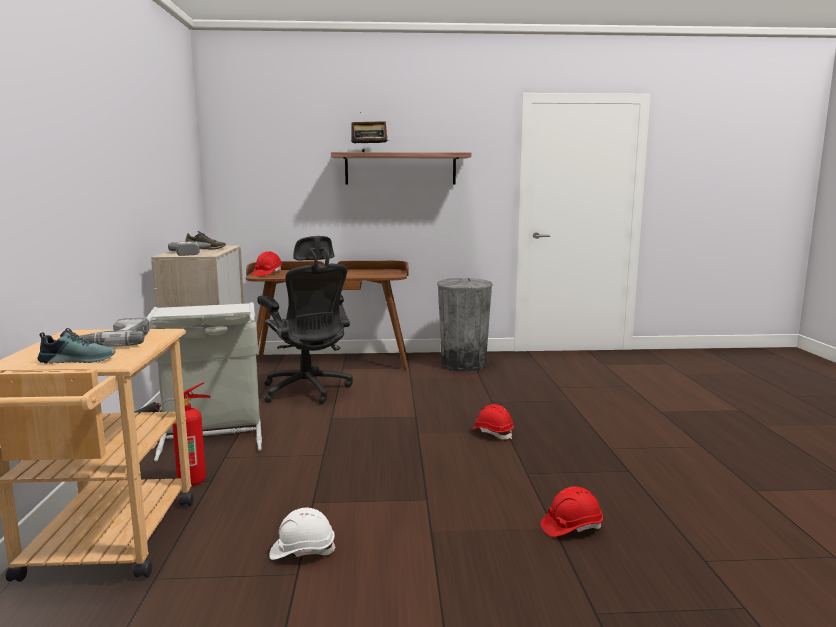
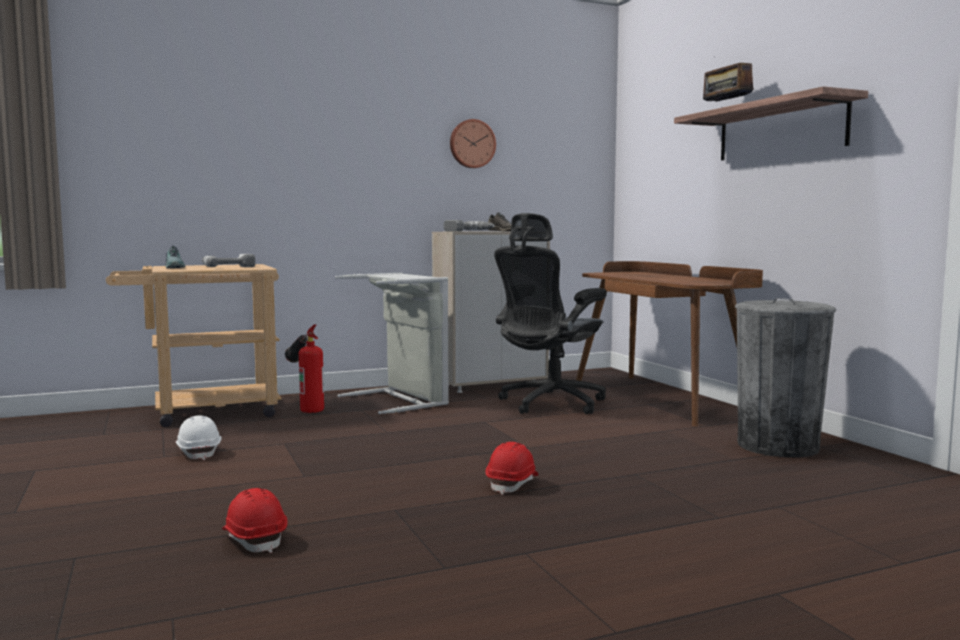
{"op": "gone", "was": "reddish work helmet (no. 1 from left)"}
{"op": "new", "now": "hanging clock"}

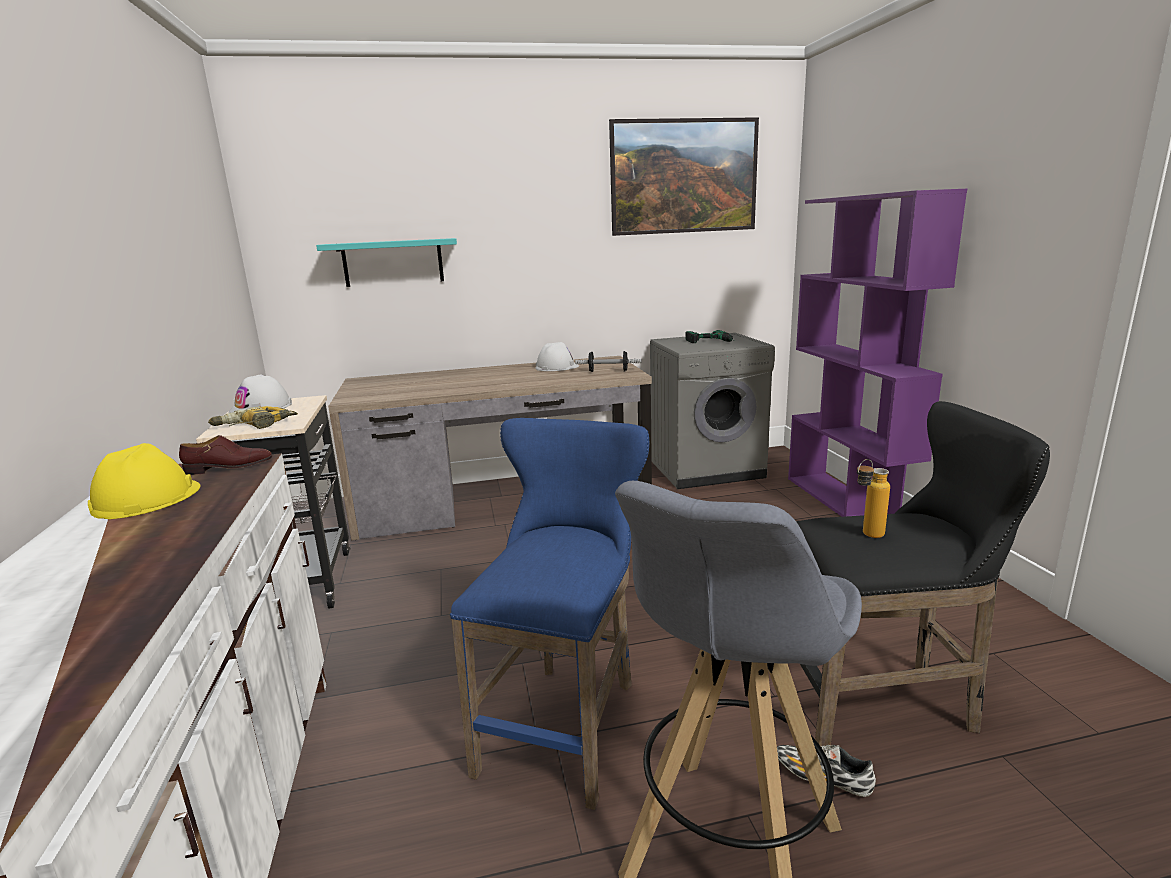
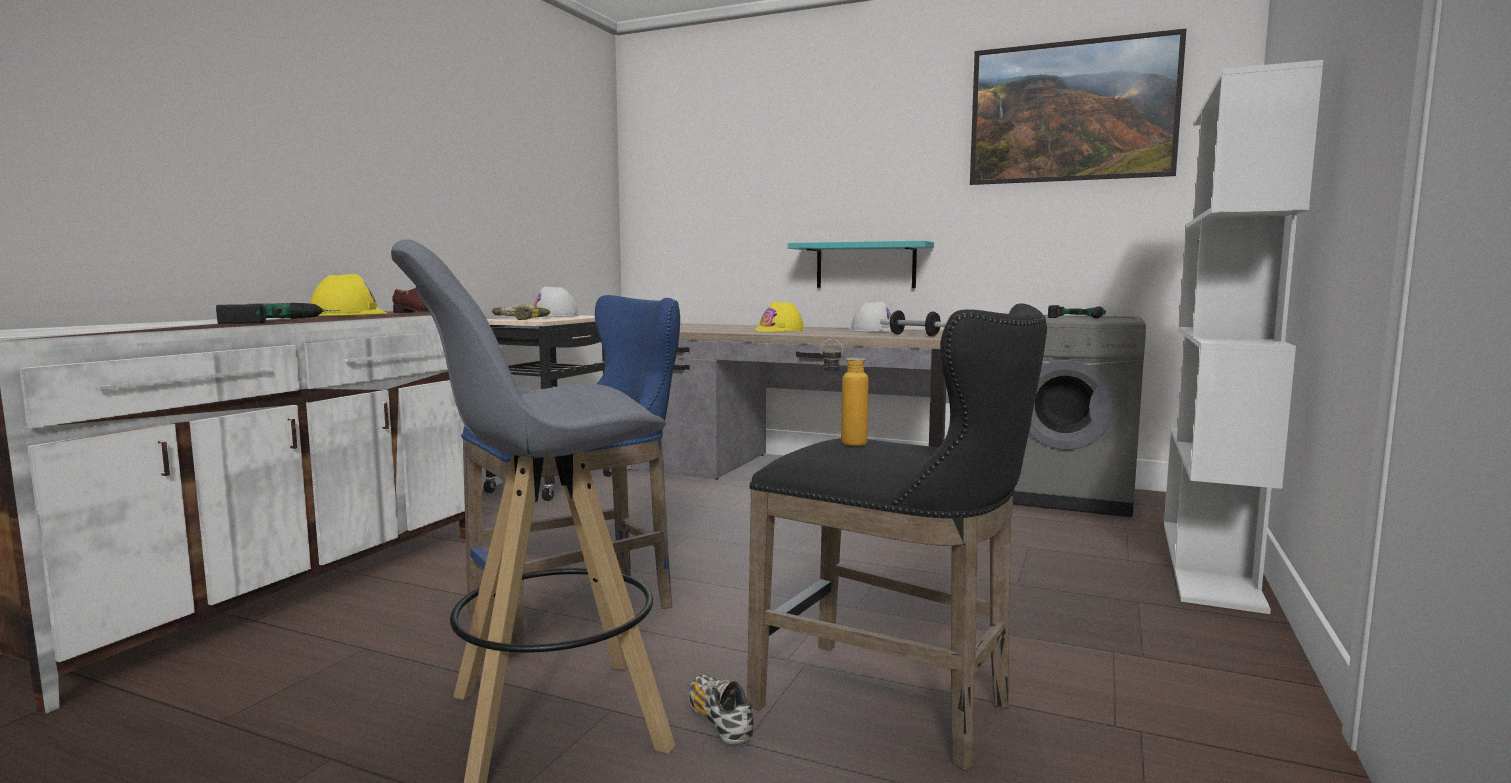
{"op": "shifted", "was": "turquoise-coloured wall shelf"}
{"op": "repainted", "was": "purple-coloured shelving unit", "now": "white shelving unit"}
{"op": "new", "now": "power drill (no. 1 from left)"}
{"op": "new", "now": "yellowish work helmet (no. 2 from left)"}

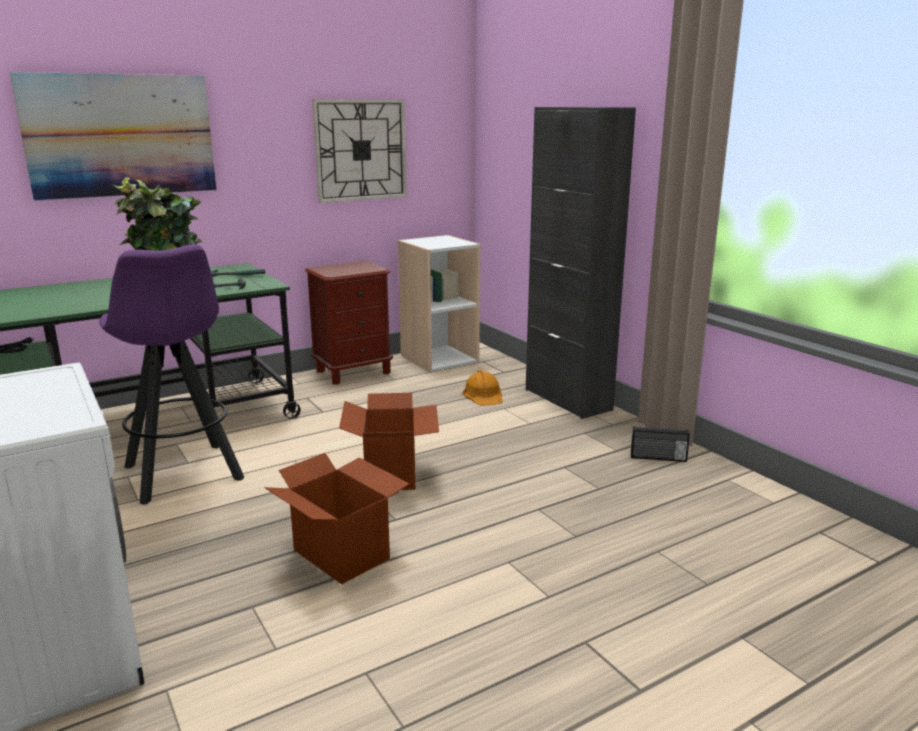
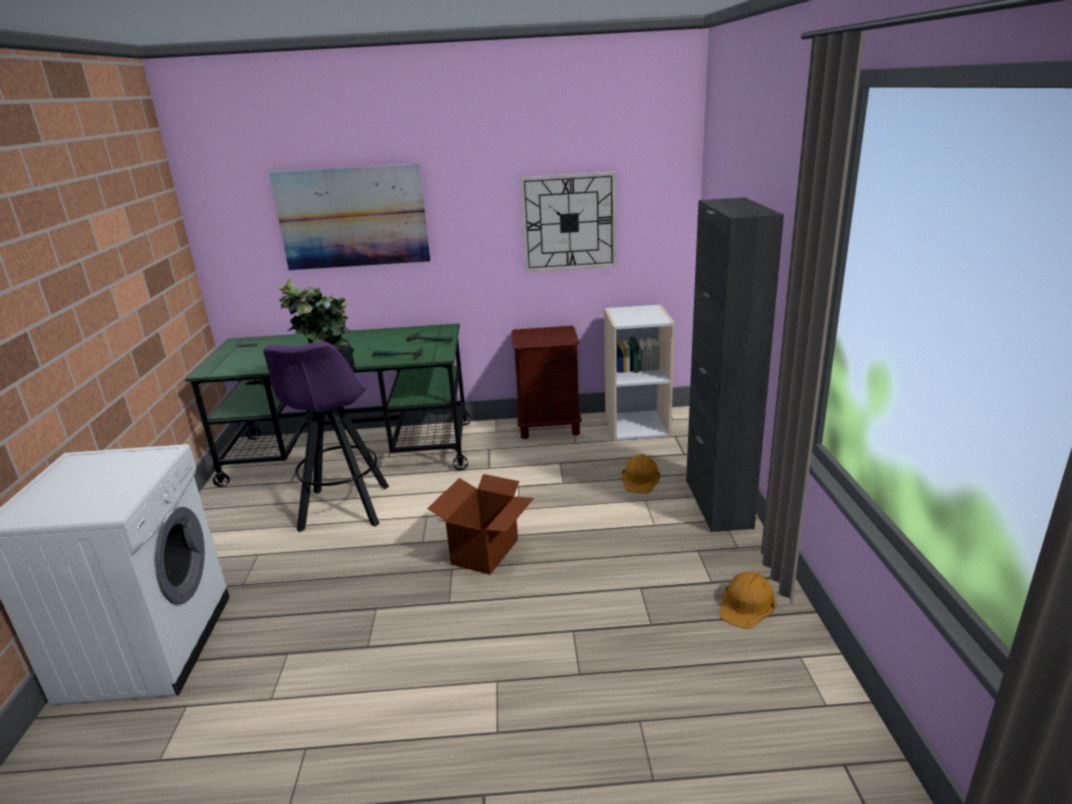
{"op": "gone", "was": "packing box (no. 1 from left)"}
{"op": "swapped", "was": "radio", "now": "orangey work helmet (no. 2 from left)"}

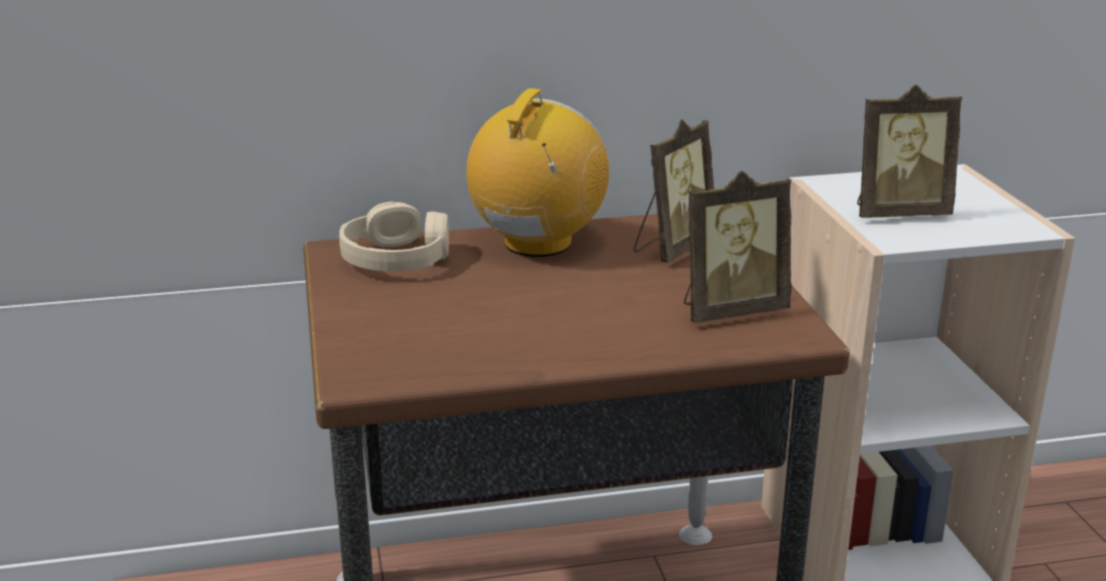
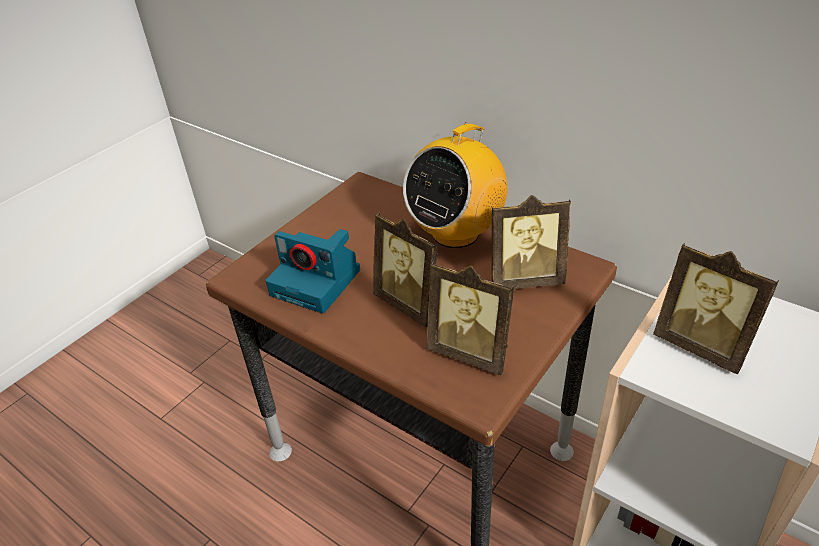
{"op": "gone", "was": "sand-coloured pair of headphones"}
{"op": "rotated", "was": "radio", "clockwise": 150}
{"op": "new", "now": "still camera"}
{"op": "new", "now": "standing frame (no. 1 from left)"}

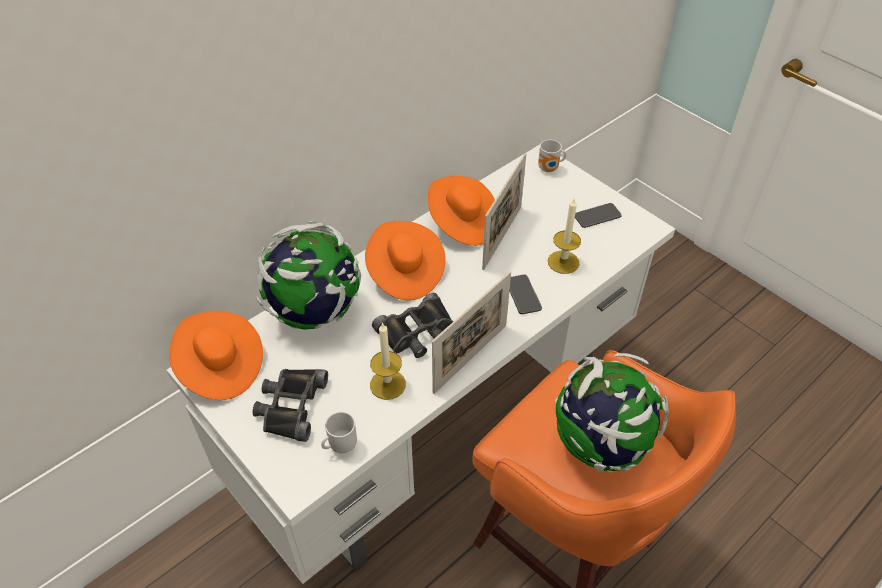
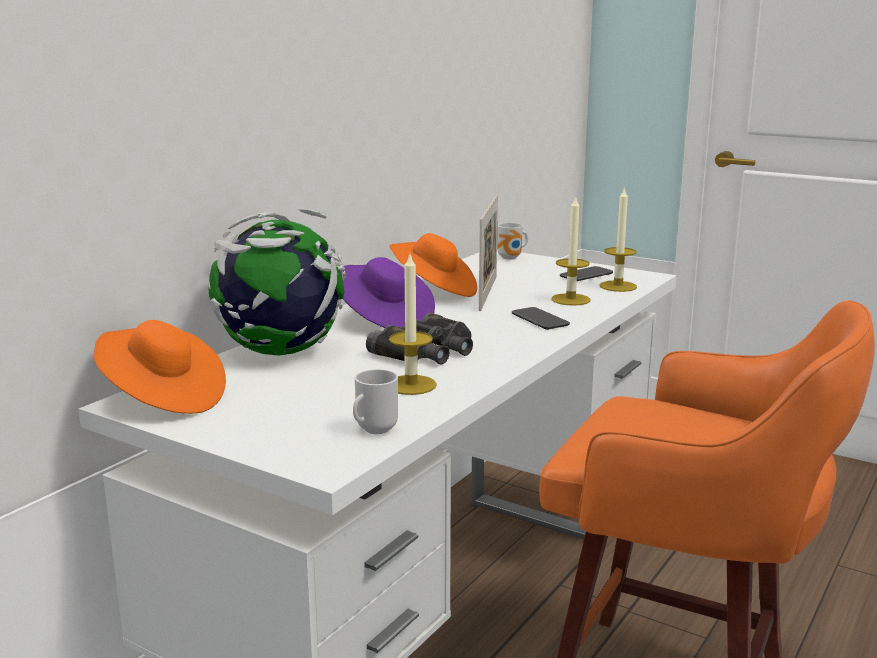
{"op": "gone", "was": "black field glasses (no. 1 from left)"}
{"op": "repainted", "was": "orangey hat (no. 2 from left)", "now": "purple-coloured hat"}
{"op": "gone", "was": "standing frame (no. 1 from left)"}
{"op": "gone", "was": "globe (no. 2 from left)"}
{"op": "new", "now": "wax candle (no. 3 from left)"}

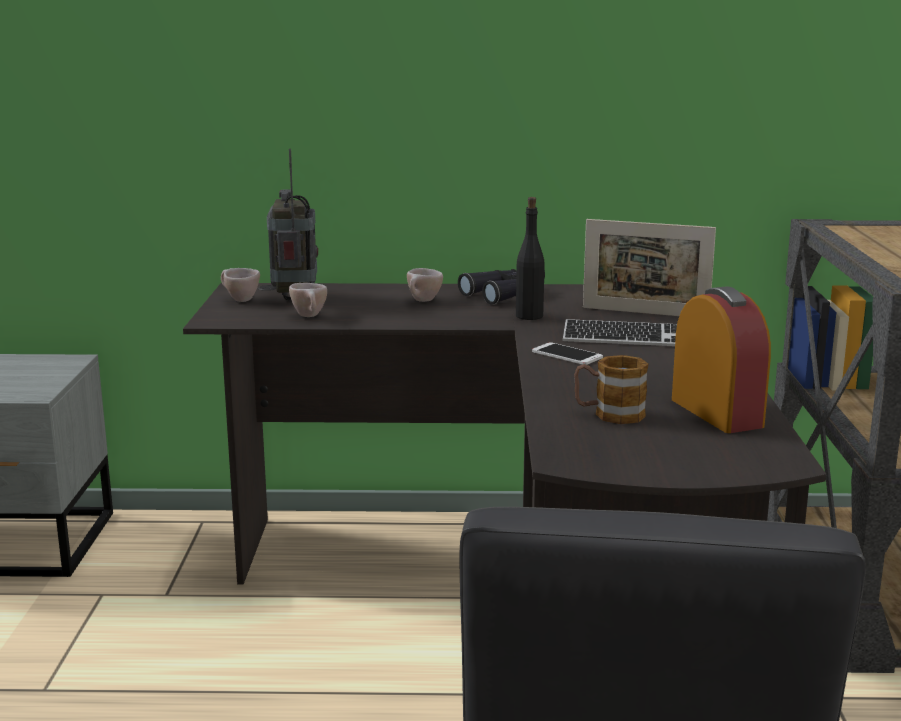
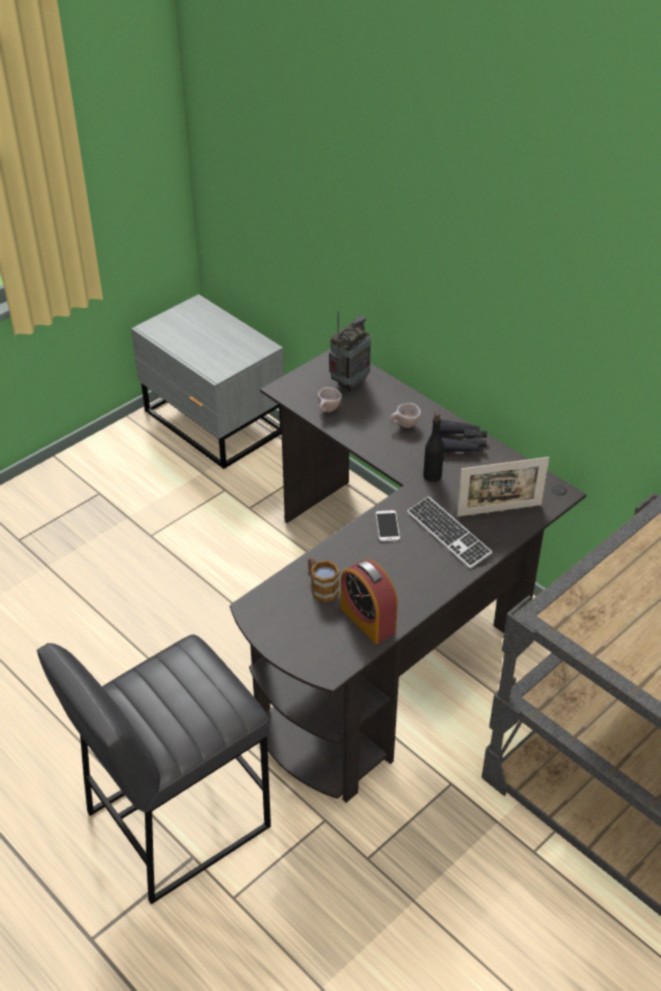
{"op": "gone", "was": "sand-coloured cup (no. 1 from left)"}
{"op": "rotated", "was": "standing frame", "clockwise": -75}
{"op": "rotated", "was": "bedside clock", "clockwise": 120}

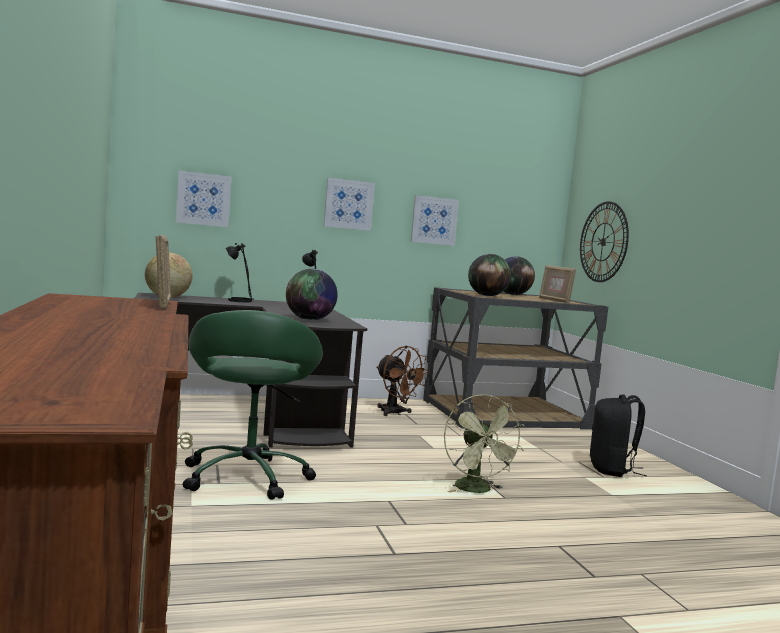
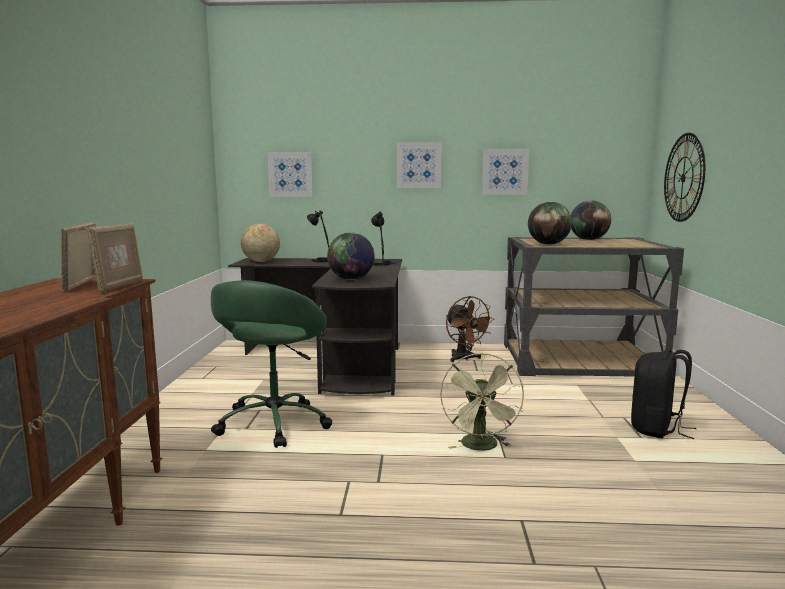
{"op": "shifted", "was": "standing frame (no. 2 from left in the first image)", "now": "standing frame (no. 1 from left)"}

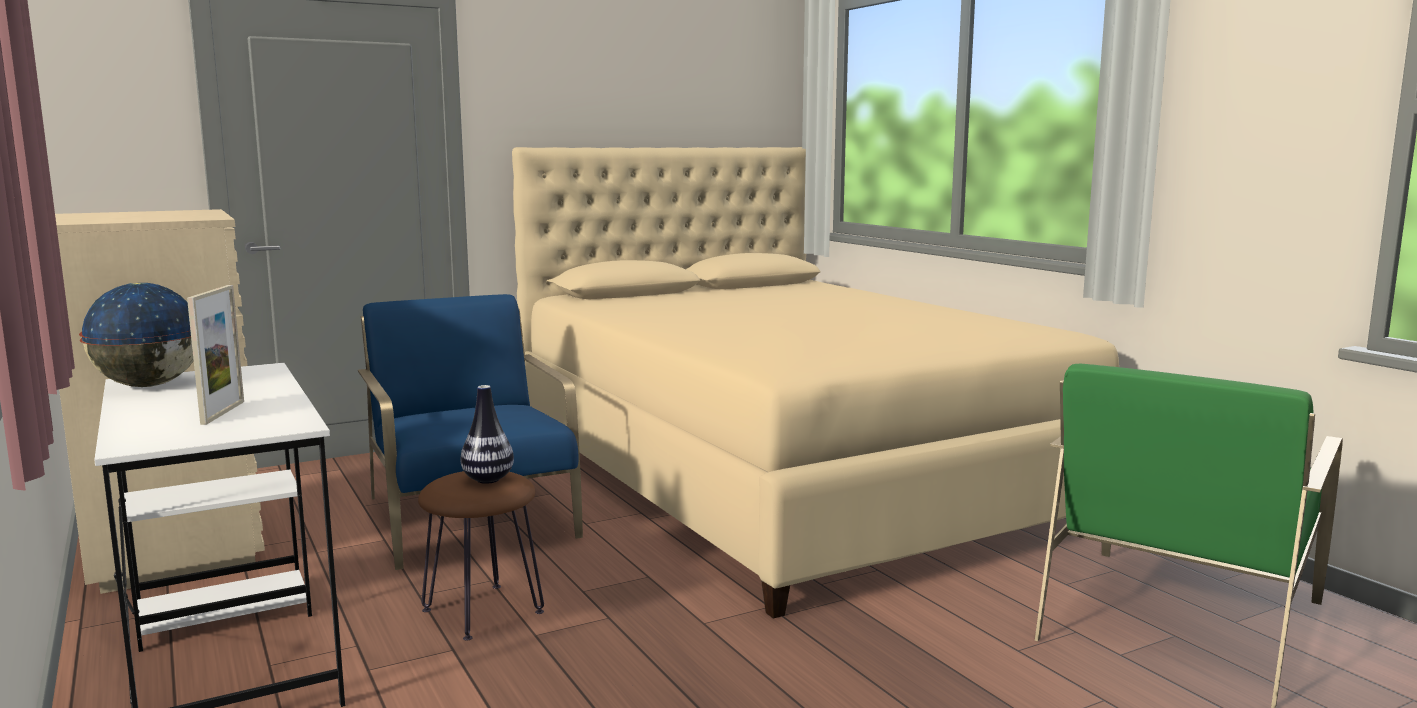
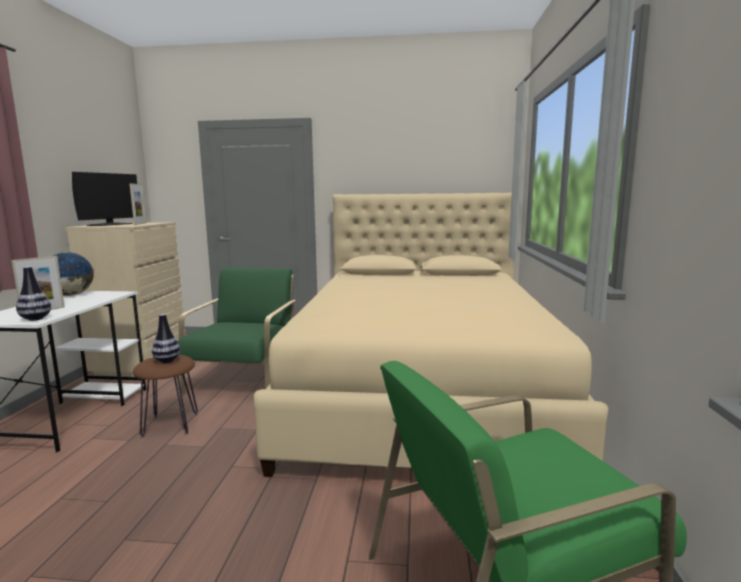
{"op": "repainted", "was": "bluish armchair", "now": "green-coloured armchair (no. 1 from left)"}
{"op": "new", "now": "decorative vase (no. 1 from left)"}
{"op": "new", "now": "computer screen"}
{"op": "new", "now": "standing frame (no. 2 from left)"}

